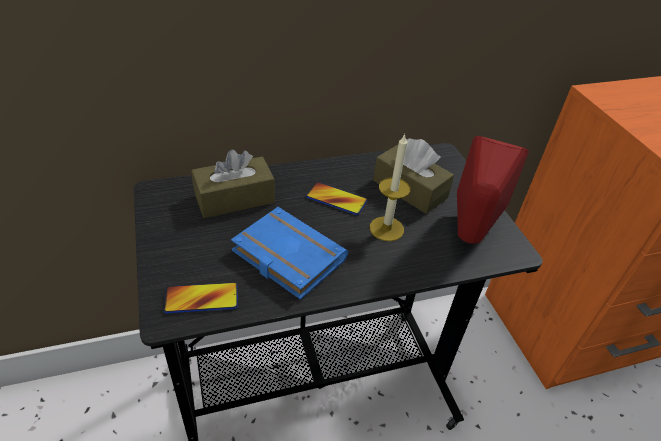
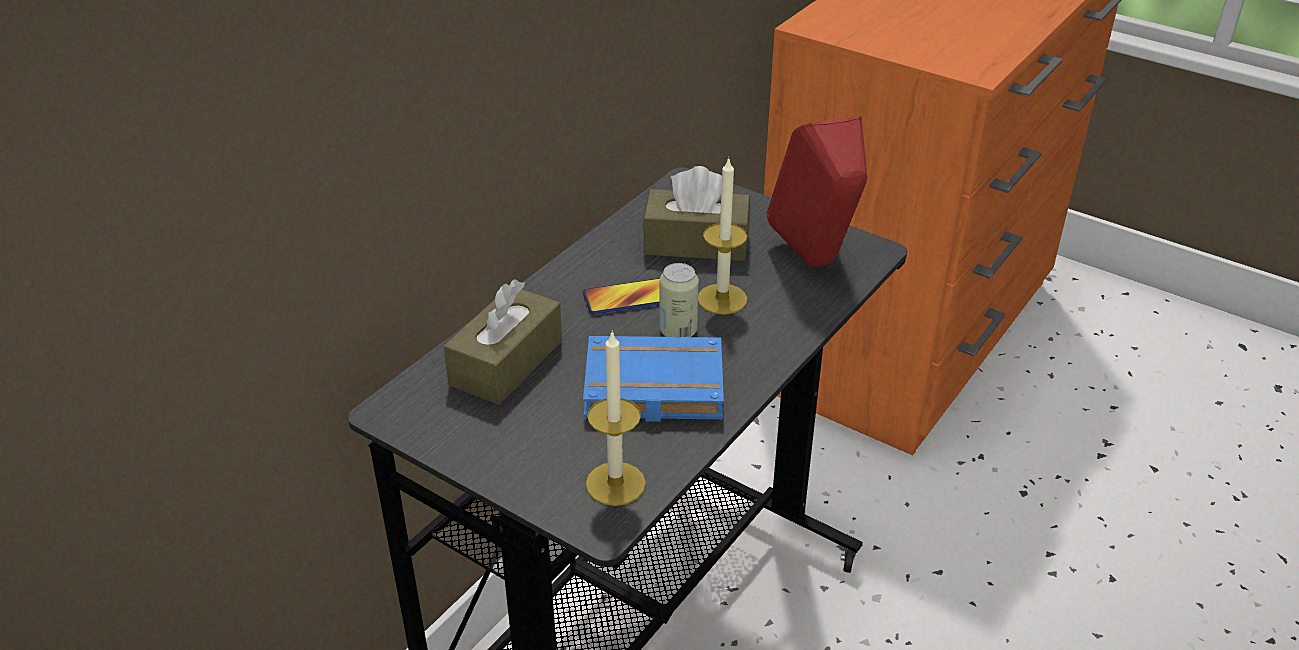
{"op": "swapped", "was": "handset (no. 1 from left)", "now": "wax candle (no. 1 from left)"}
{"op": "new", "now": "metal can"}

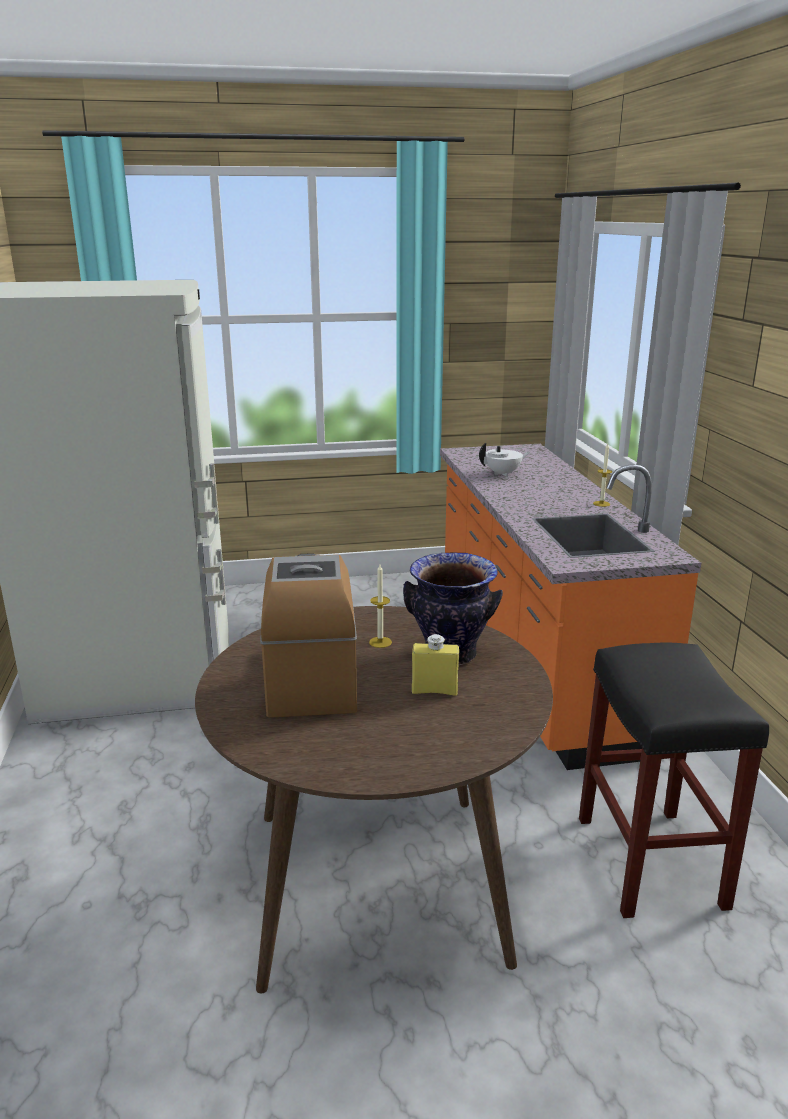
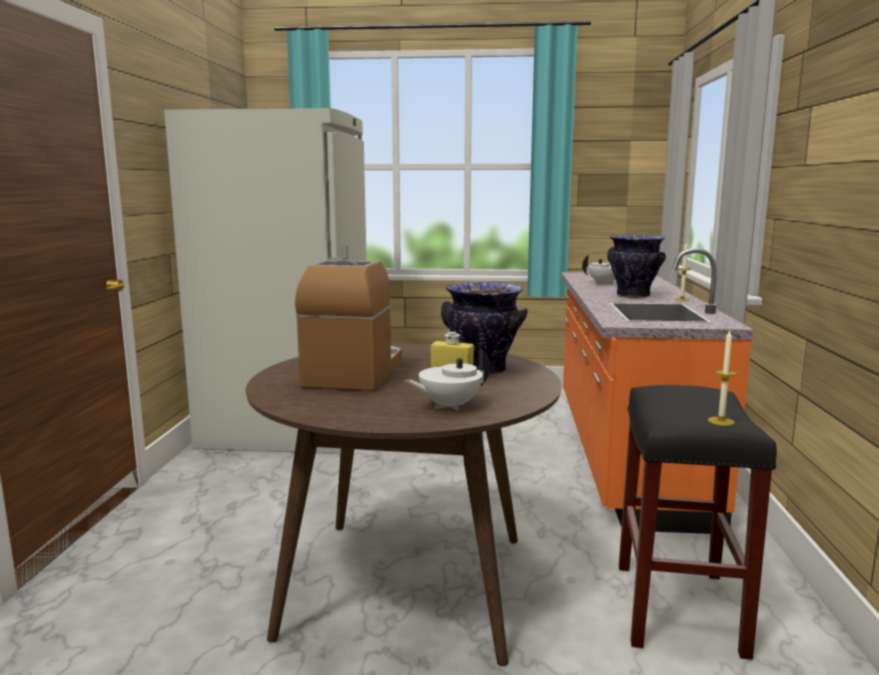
{"op": "shifted", "was": "wax candle (no. 1 from left in the first image)", "now": "wax candle (no. 2 from left)"}
{"op": "new", "now": "white pot for tea (no. 1 from left)"}
{"op": "new", "now": "decorative vase (no. 2 from left)"}

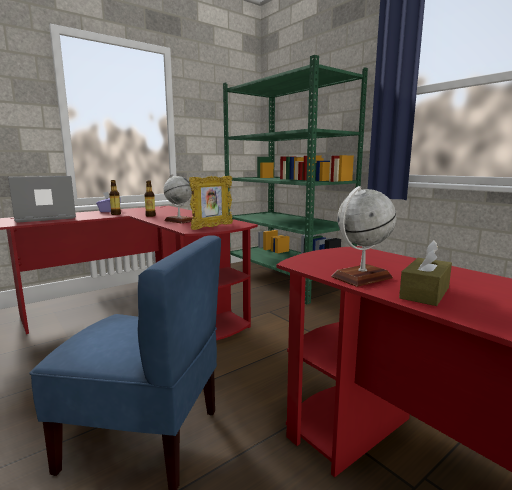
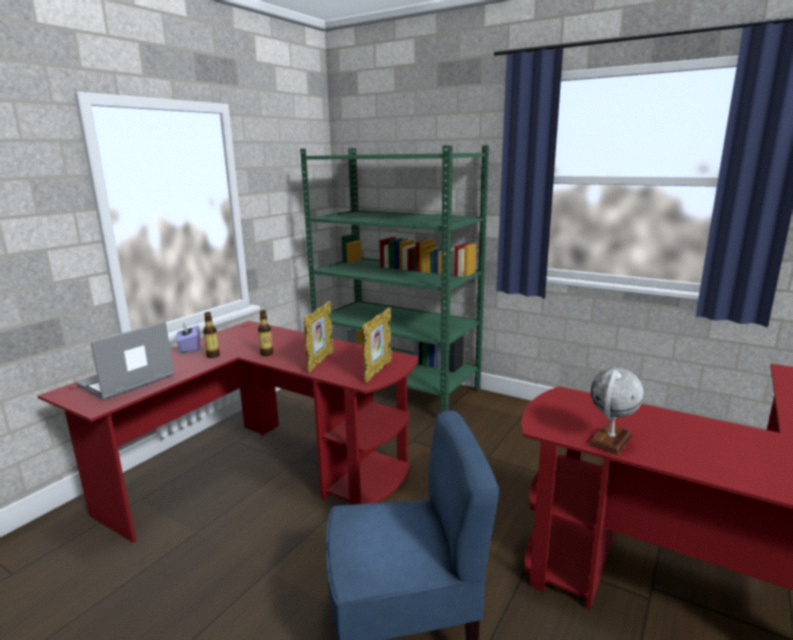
{"op": "swapped", "was": "globe (no. 1 from left)", "now": "standing frame (no. 1 from left)"}
{"op": "gone", "was": "brownish tissue box"}

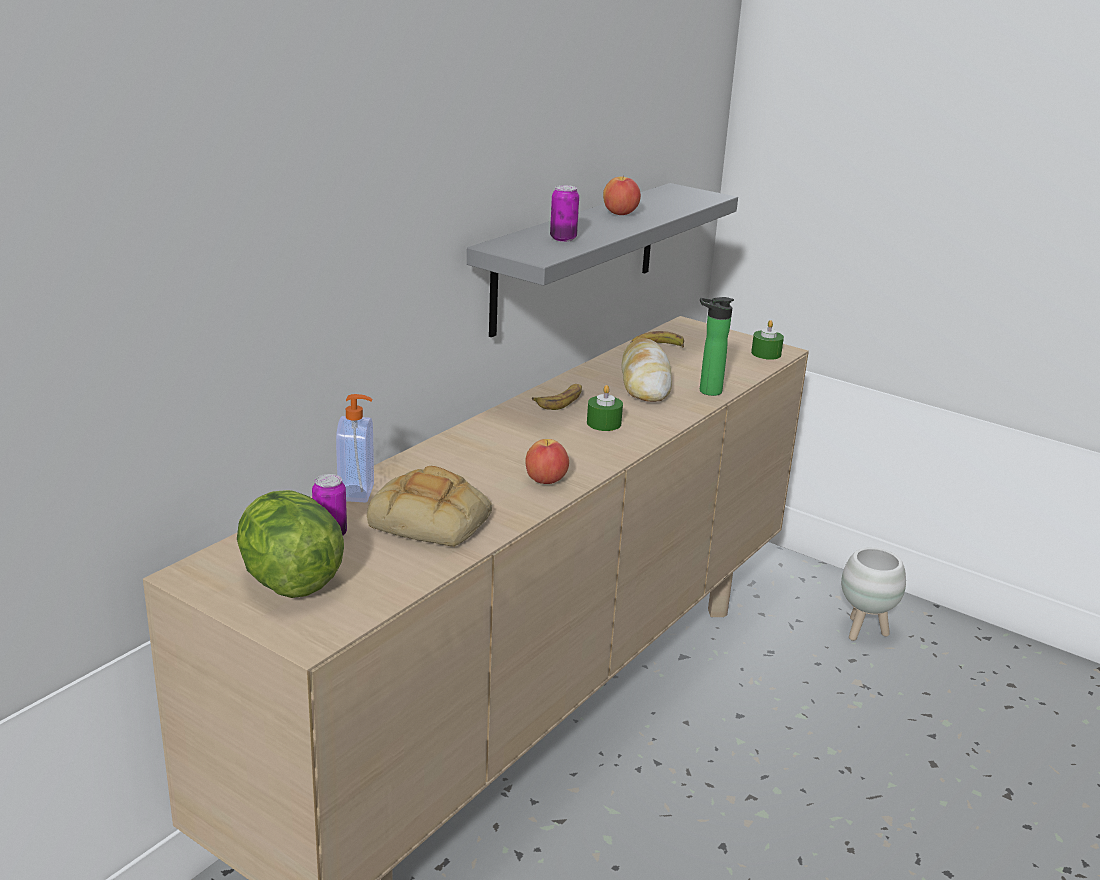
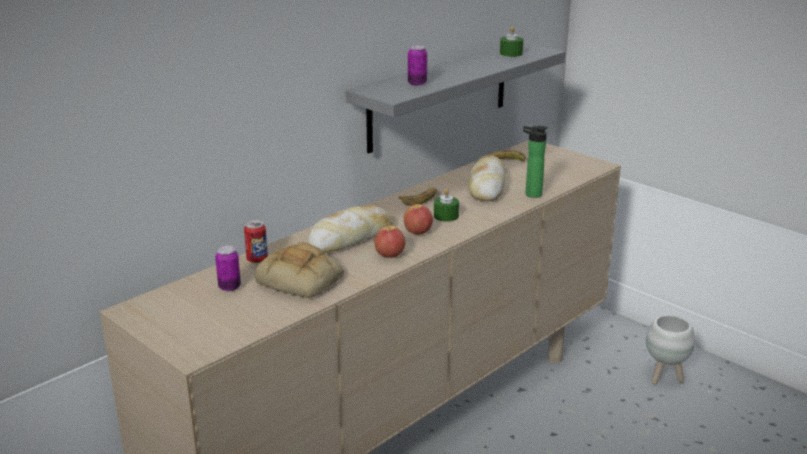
{"op": "gone", "was": "lettuce"}
{"op": "swapped", "was": "soap dispenser", "now": "metal can (no. 2 from left)"}
{"op": "shifted", "was": "apple fruit (no. 2 from left)"}
{"op": "shifted", "was": "green-coloured wax candle (no. 2 from left)"}
{"op": "new", "now": "bread (no. 2 from left)"}

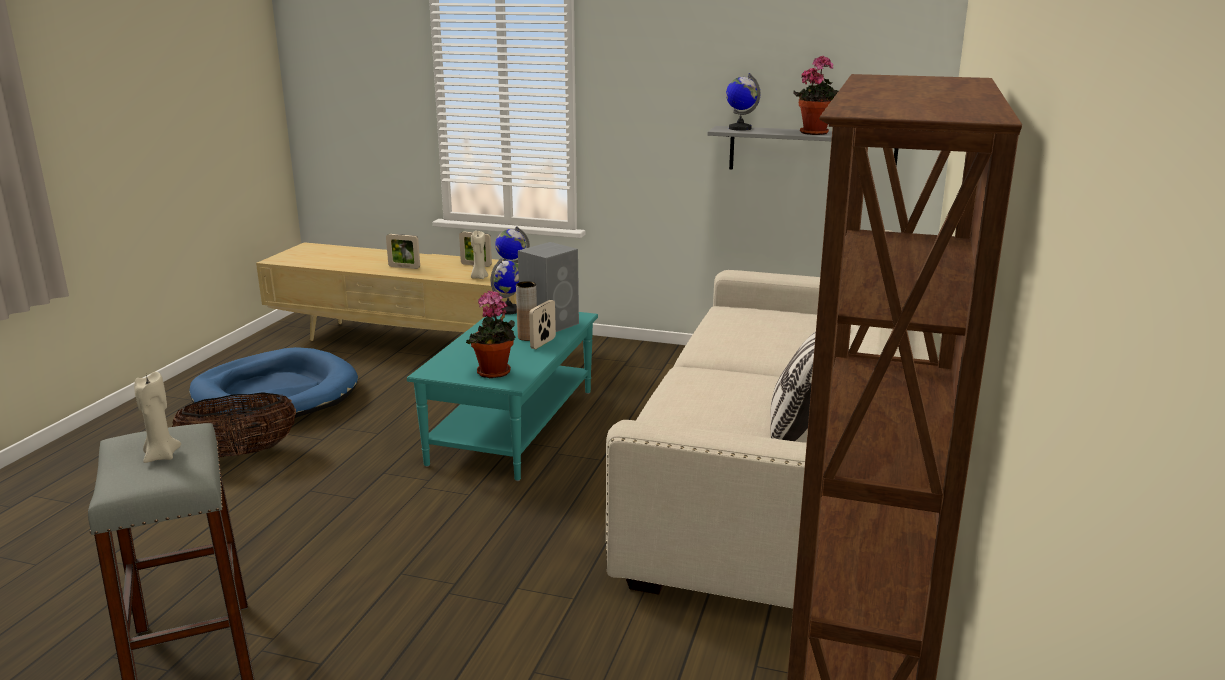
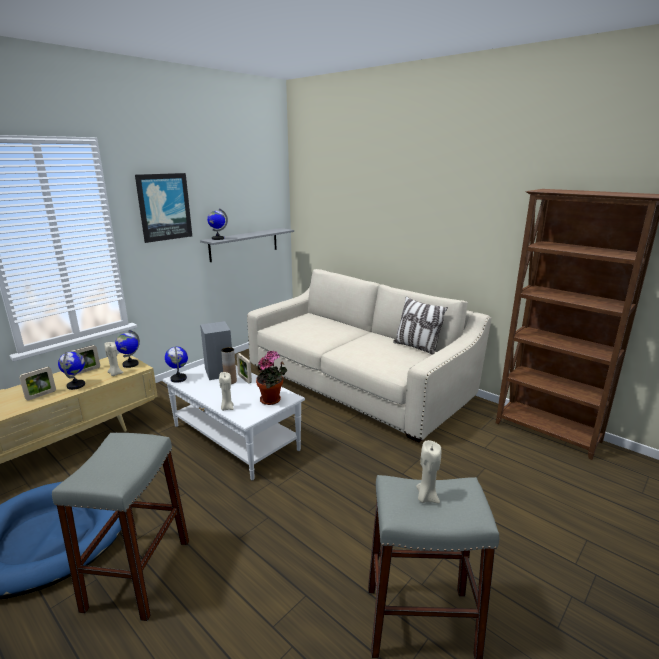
{"op": "swapped", "was": "household basket", "now": "grey stool (no. 1 from left)"}
{"op": "repainted", "was": "turquoise-coloured lounge table", "now": "white lounge table"}
{"op": "gone", "was": "potted plant (no. 2 from left)"}
{"op": "new", "now": "globe (no. 1 from left)"}
{"op": "new", "now": "wall art"}
{"op": "new", "now": "sand-coloured wax candle (no. 2 from left)"}

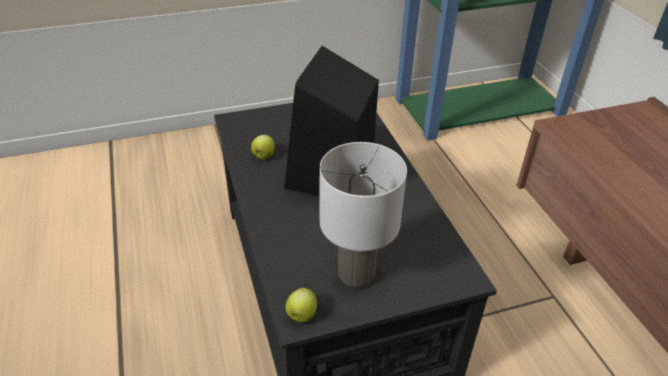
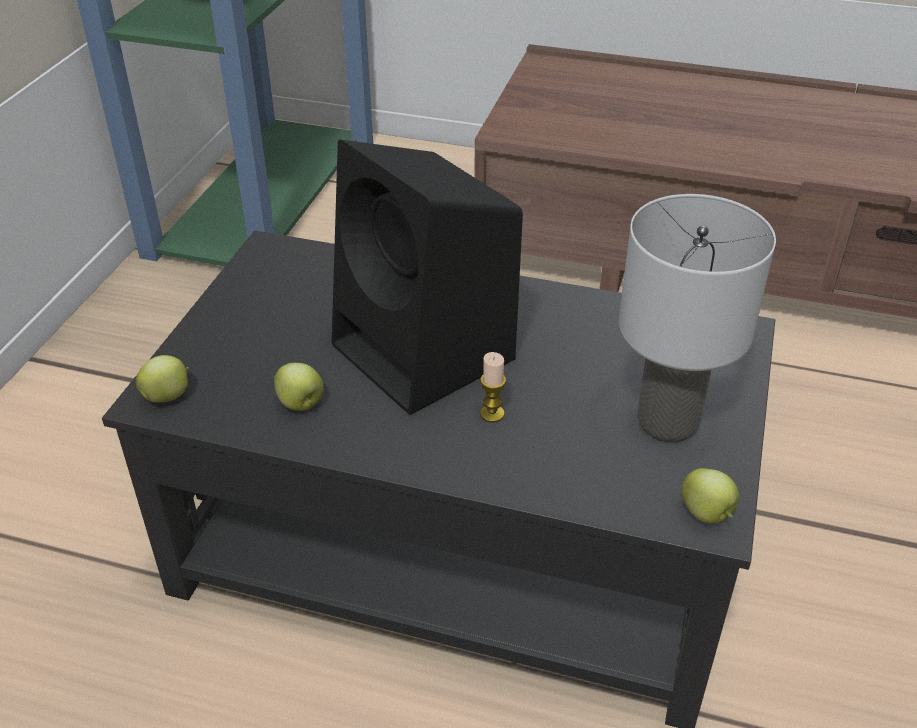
{"op": "new", "now": "apple fruit (no. 1 from left)"}
{"op": "new", "now": "wax candle"}

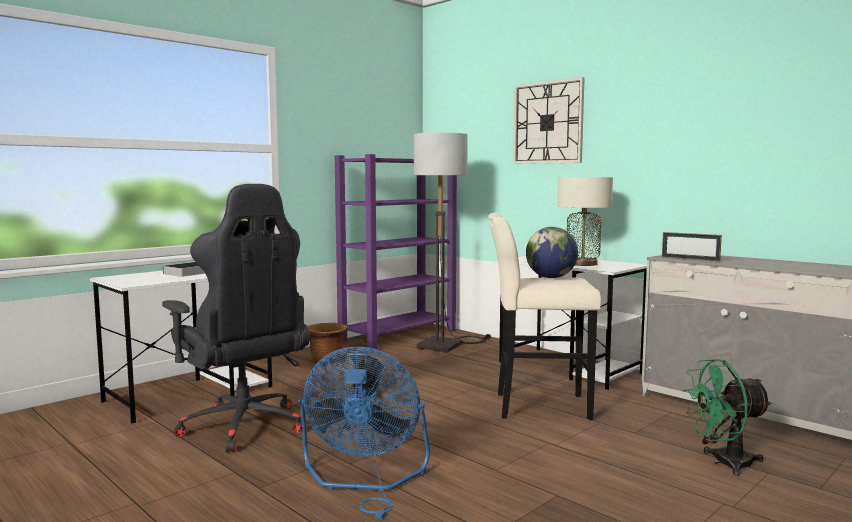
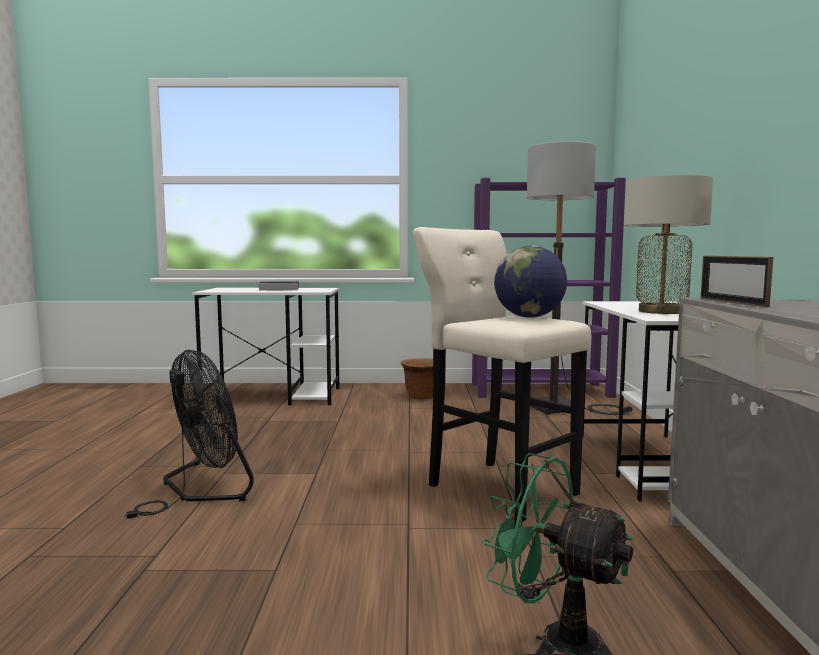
{"op": "gone", "was": "black desk chair"}
{"op": "repainted", "was": "bluish fan", "now": "black fan"}
{"op": "gone", "was": "hanging clock"}

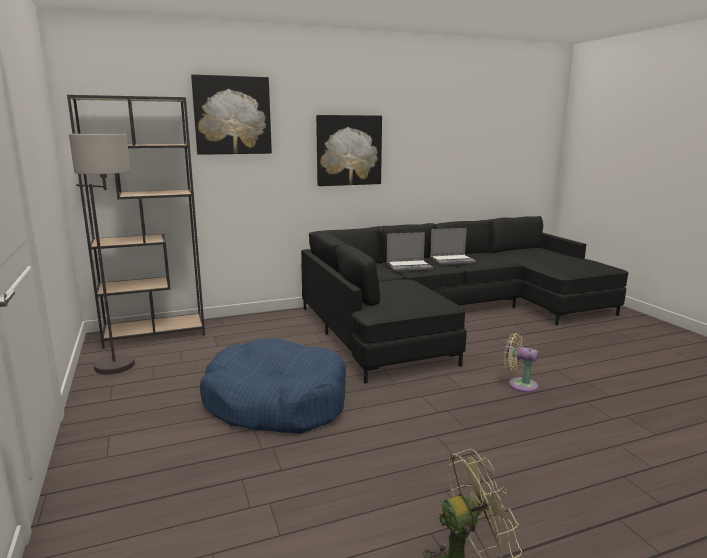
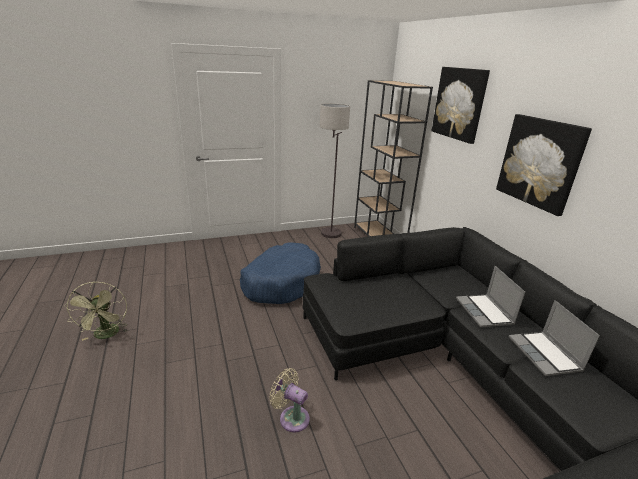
{"op": "rotated", "was": "sand-coloured fan", "clockwise": -90}

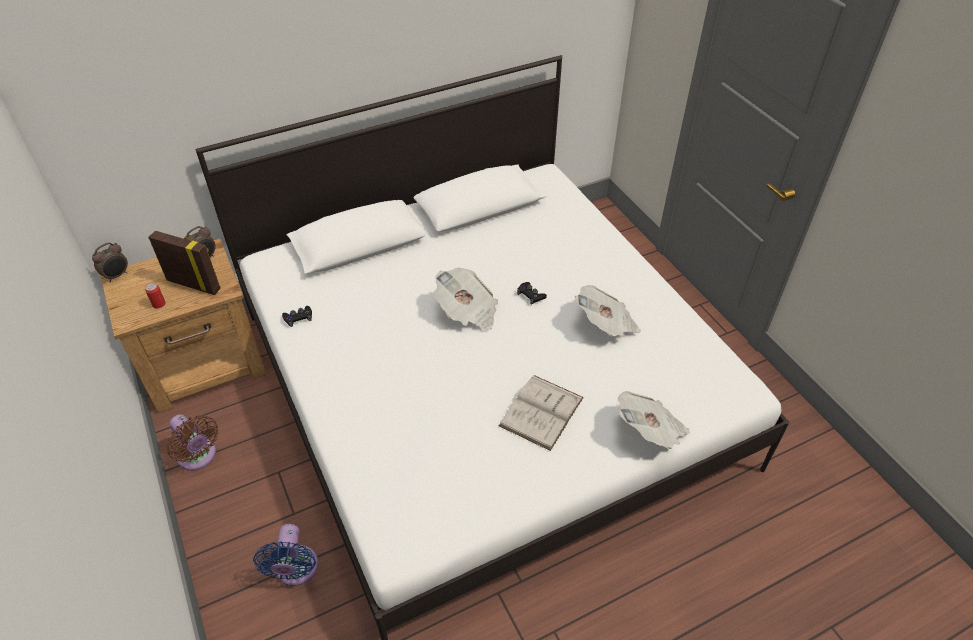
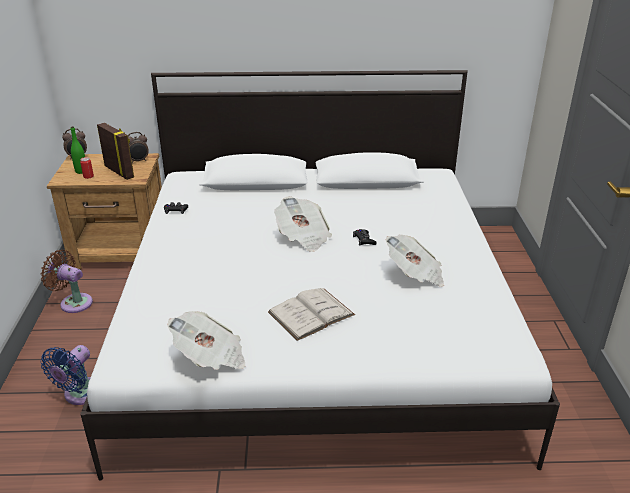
{"op": "rotated", "was": "brownish fan", "clockwise": 135}
{"op": "shifted", "was": "newspaper (no. 3 from left in the first image)", "now": "newspaper (no. 1 from left)"}
{"op": "new", "now": "green-coloured drink bottle"}

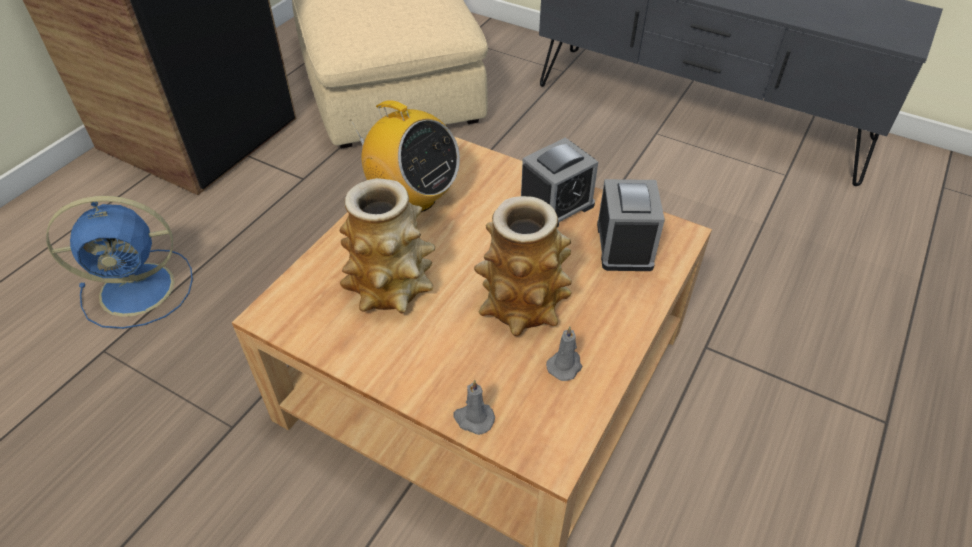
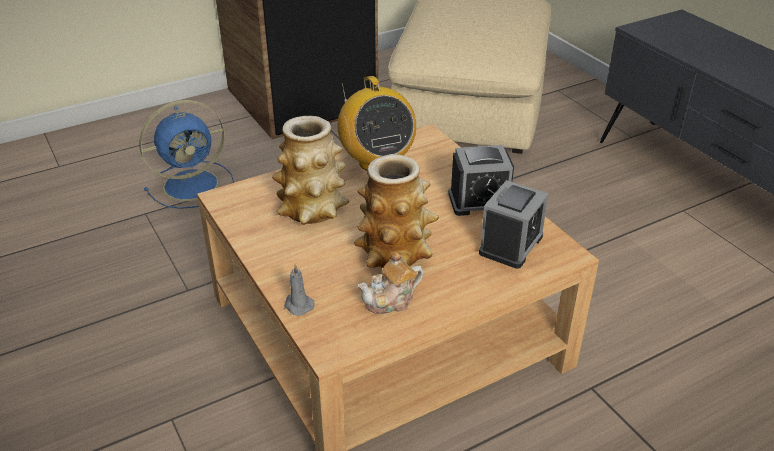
{"op": "rotated", "was": "bluish fan", "clockwise": -45}
{"op": "swapped", "was": "grey wax candle (no. 2 from left)", "now": "pot for tea"}

